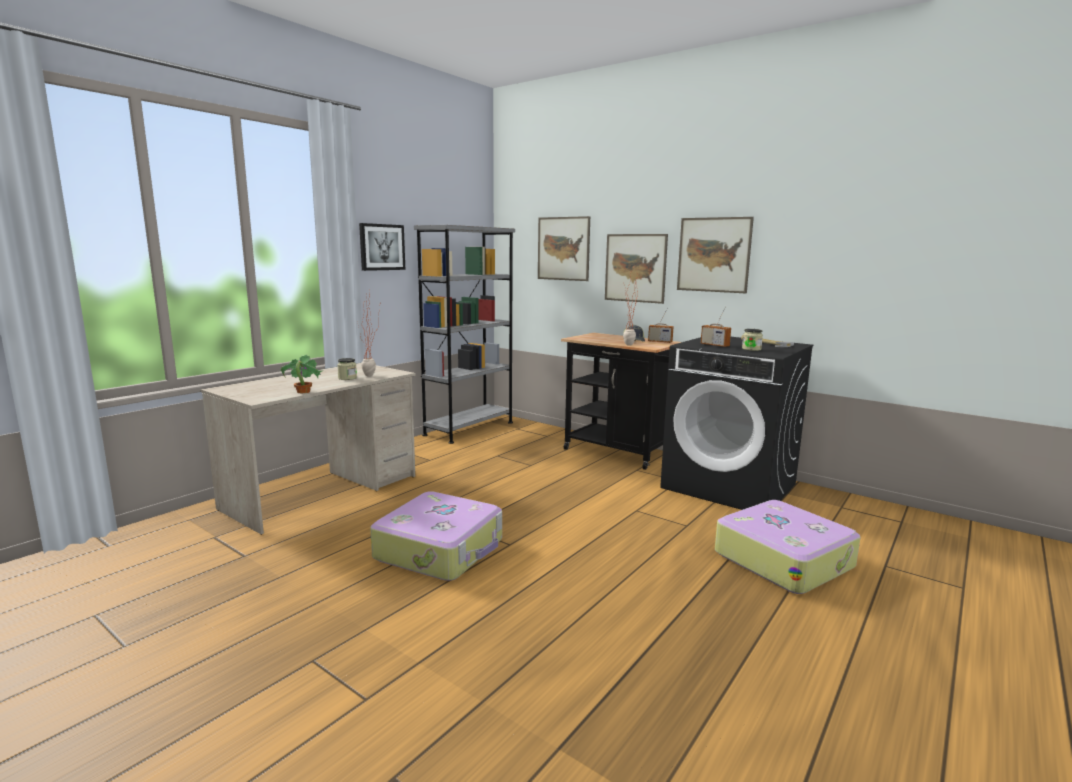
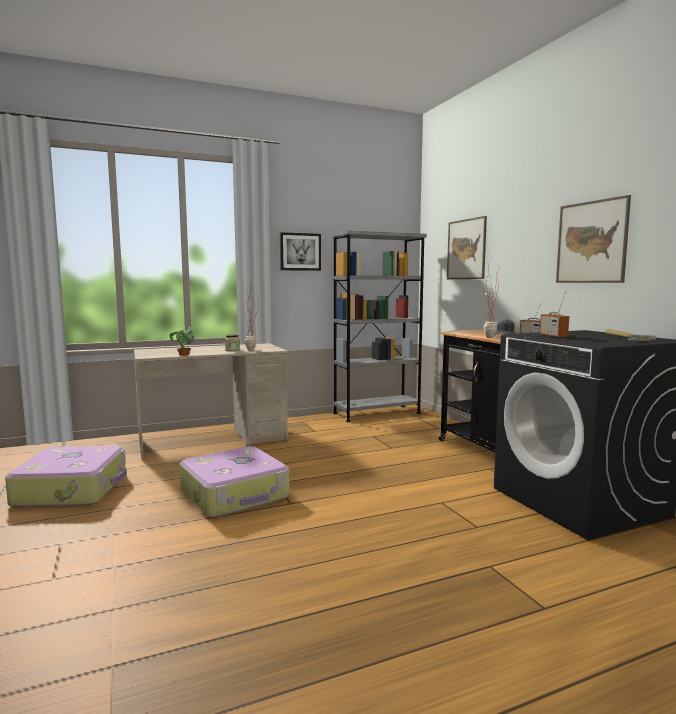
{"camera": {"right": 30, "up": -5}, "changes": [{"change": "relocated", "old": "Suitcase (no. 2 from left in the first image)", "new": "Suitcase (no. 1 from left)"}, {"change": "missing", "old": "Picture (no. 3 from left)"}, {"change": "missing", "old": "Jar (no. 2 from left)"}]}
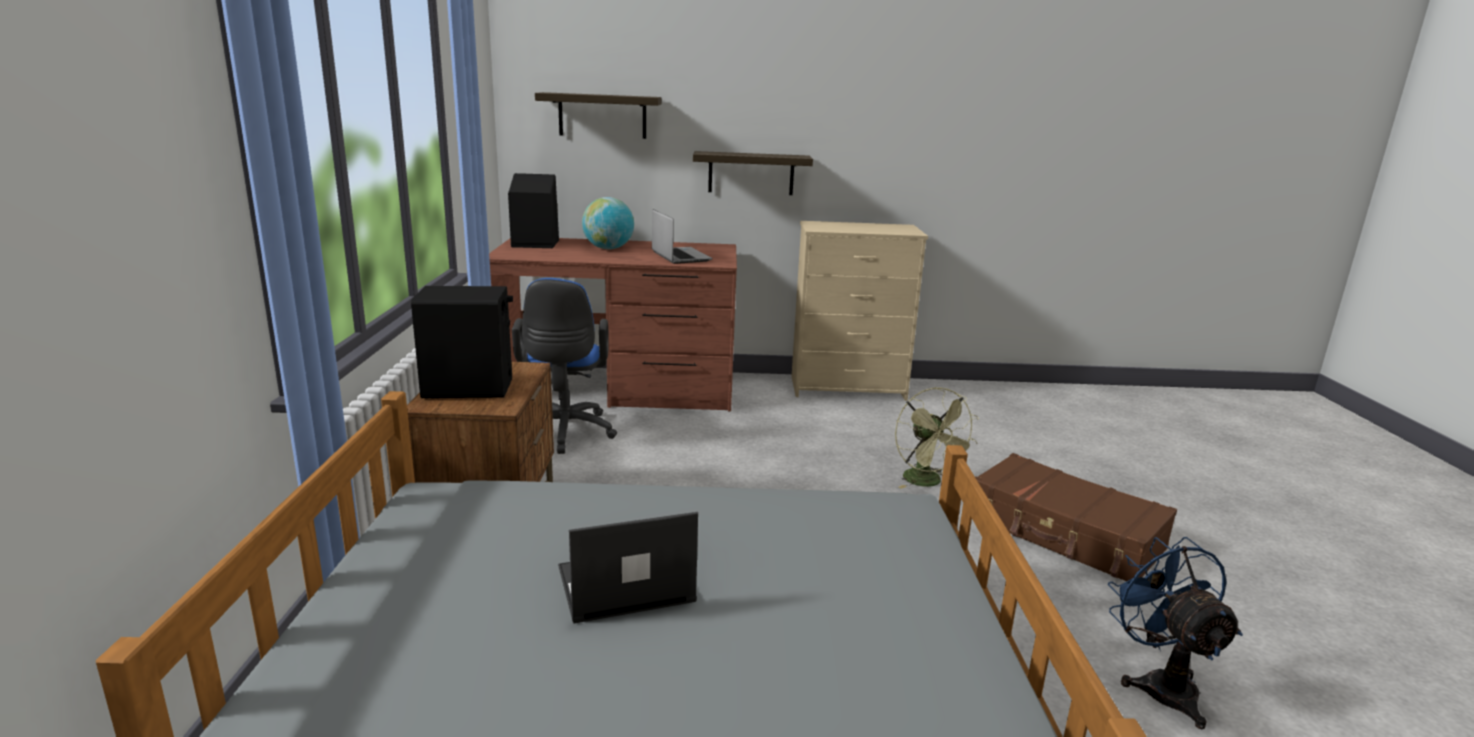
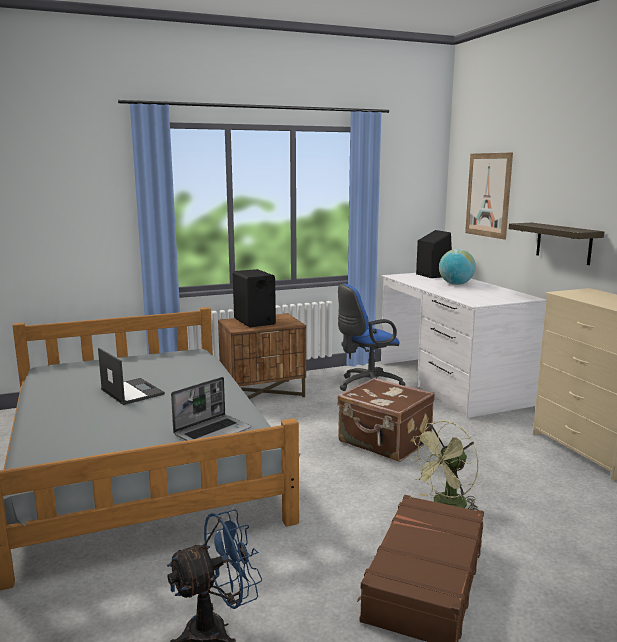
{"camera": {"right": 70, "up": -5}, "changes": [{"change": "relocated", "old": "Laptop (no. 2 from left)"}, {"change": "appeared", "new": "BrownSuitcase (no. 1 from left)"}, {"change": "colour", "old": "BrownDesk", "new": "WhiteDesk"}, {"change": "exchanged", "old": "Shelf (no. 1 from left)", "new": "Picture"}]}
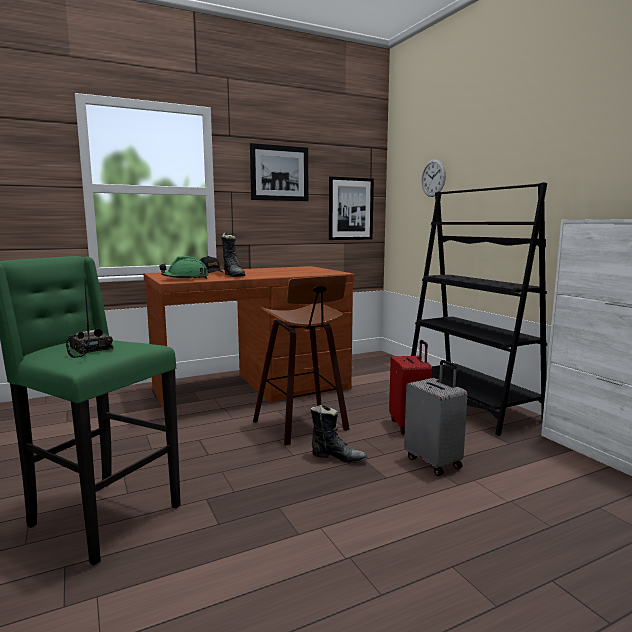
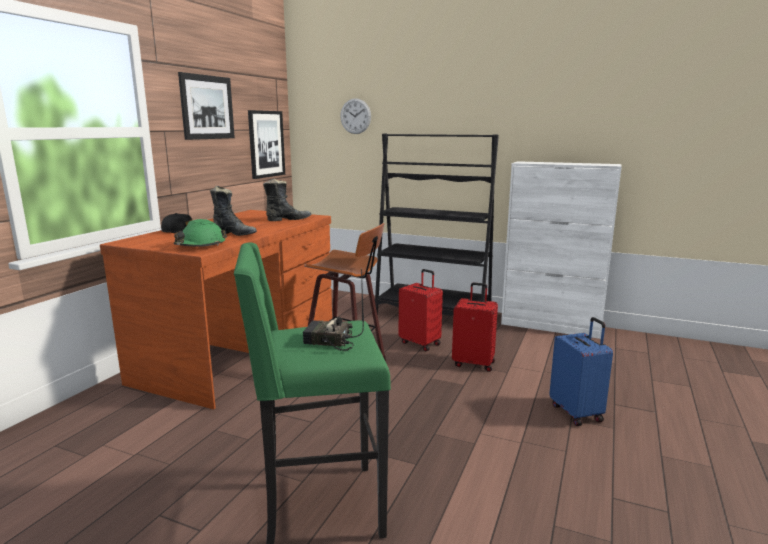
{"camera": {"right": -40, "up": 5}, "changes": [{"change": "relocated", "old": "BlackBoot (no. 2 from left)"}, {"change": "colour", "old": "GreySuitcase", "new": "RedSuitcase (no. 2 from left)"}, {"change": "appeared", "new": "BlueSuitcase"}]}
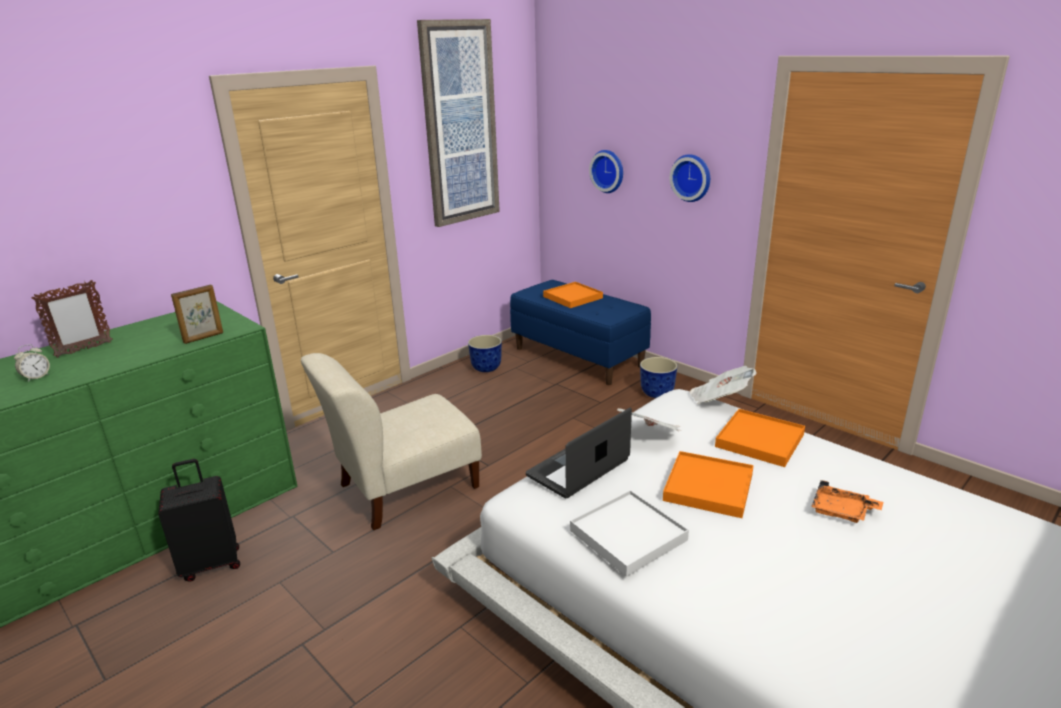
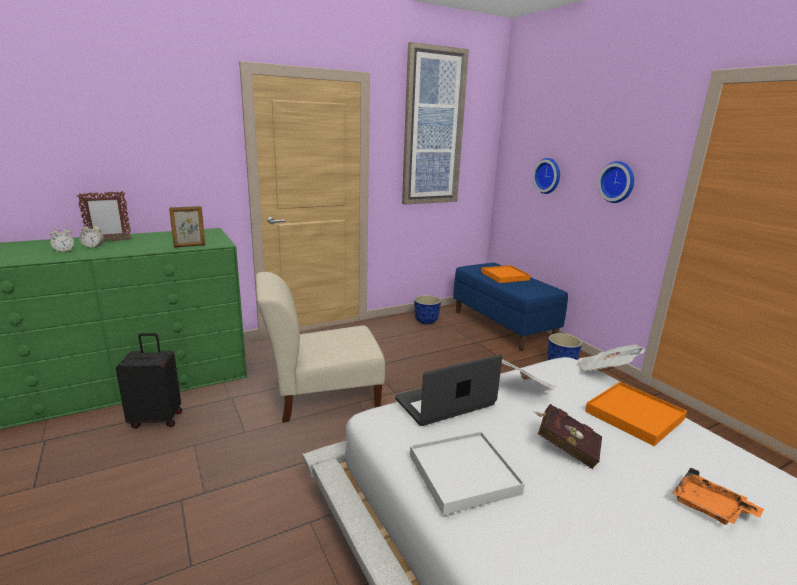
{"camera": {"right": 15, "up": -5}, "changes": [{"change": "appeared", "new": "AlarmClock (no. 2 from left)"}, {"change": "exchanged", "old": "OrangeTray (no. 2 from left)", "new": "RedBook"}]}
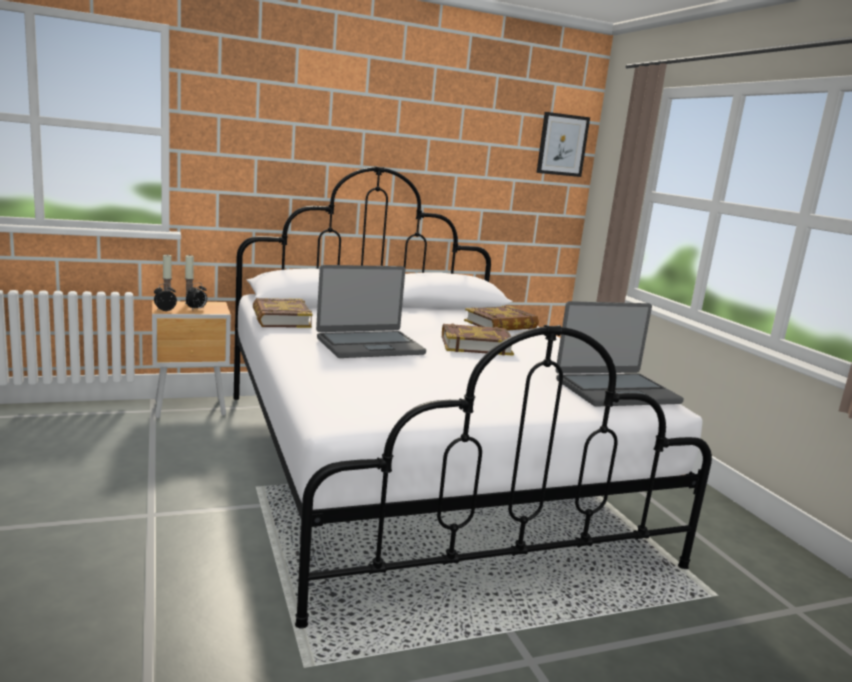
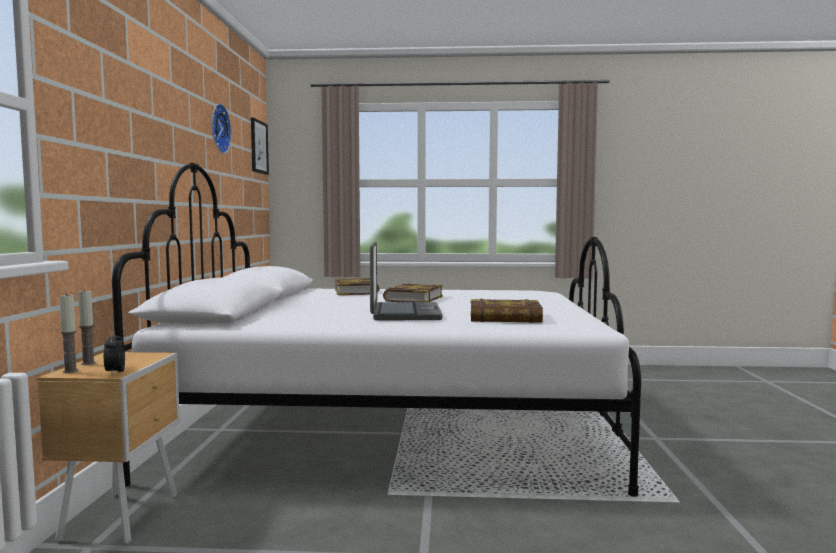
{"camera": {"right": -65, "up": -10}, "changes": [{"change": "appeared", "new": "WallClock"}, {"change": "relocated", "old": "Book (no. 1 from left in the first image)", "new": "Book (no. 3 from left)"}, {"change": "missing", "old": "AlarmClock (no. 2 from left)"}, {"change": "missing", "old": "Laptop (no. 2 from left)"}]}
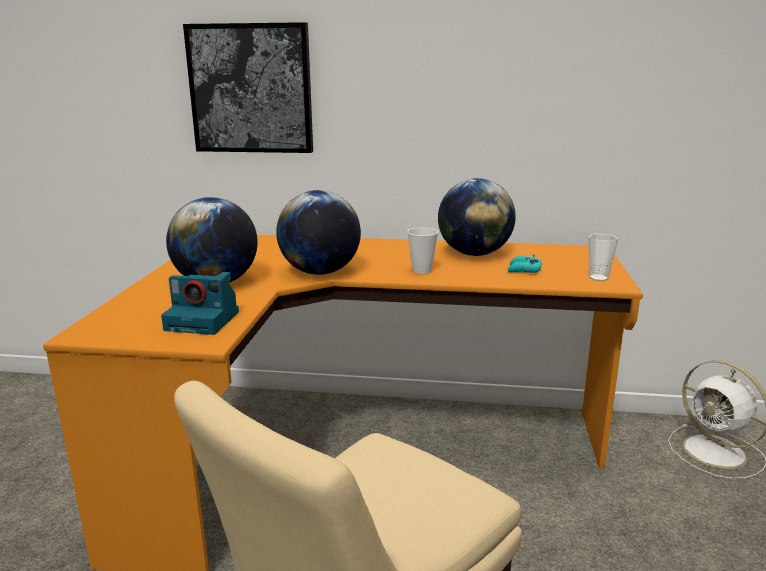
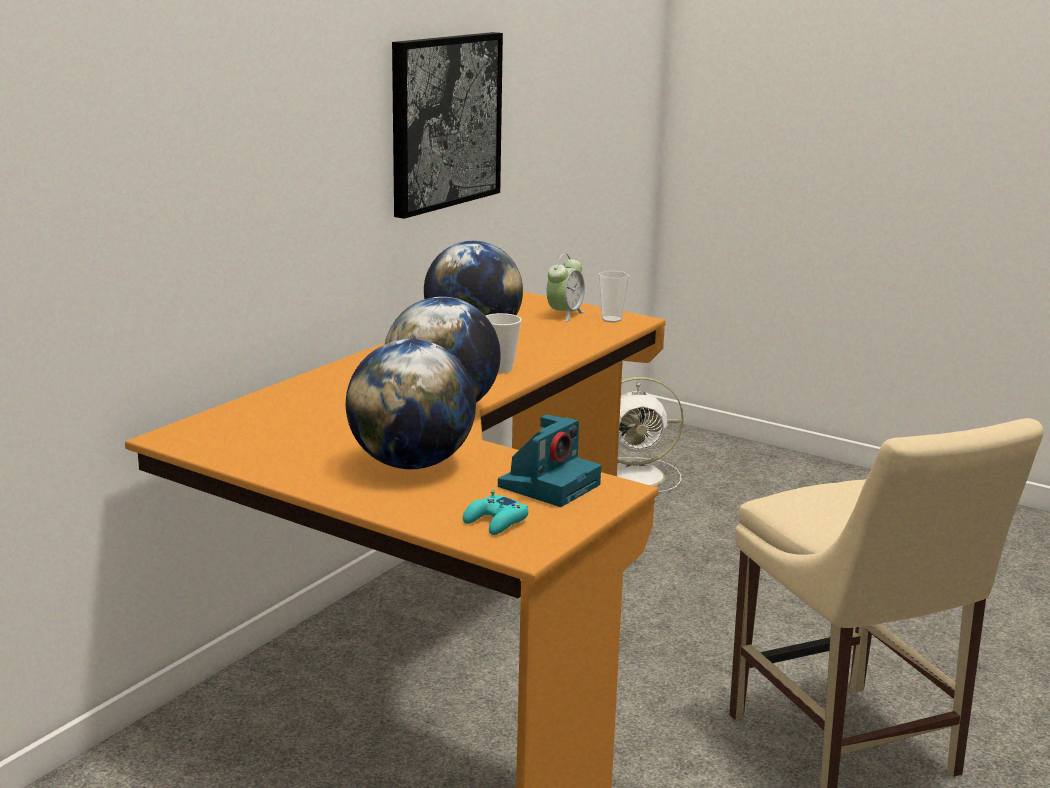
{"camera": {"right": -65, "up": 0}, "changes": [{"change": "relocated", "old": "Picture"}, {"change": "relocated", "old": "TurquoiseGameController"}, {"change": "appeared", "new": "AlarmClock"}]}
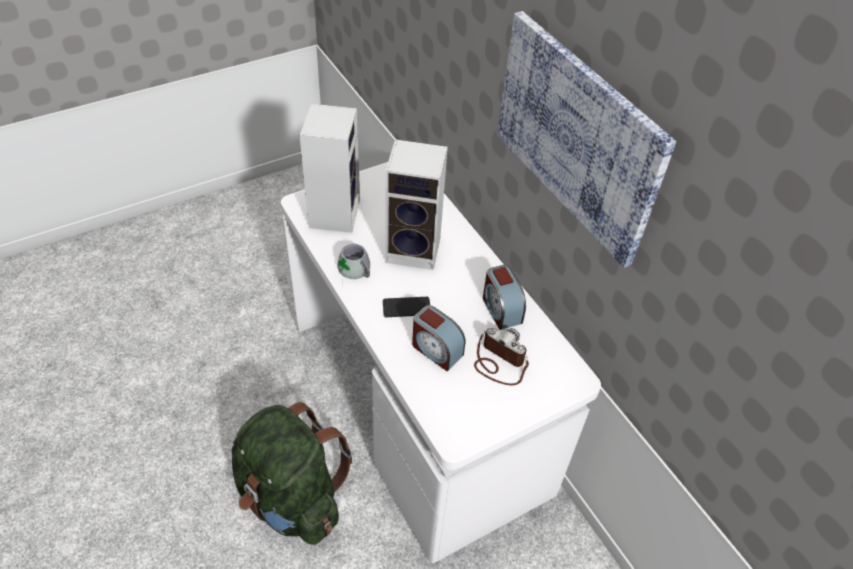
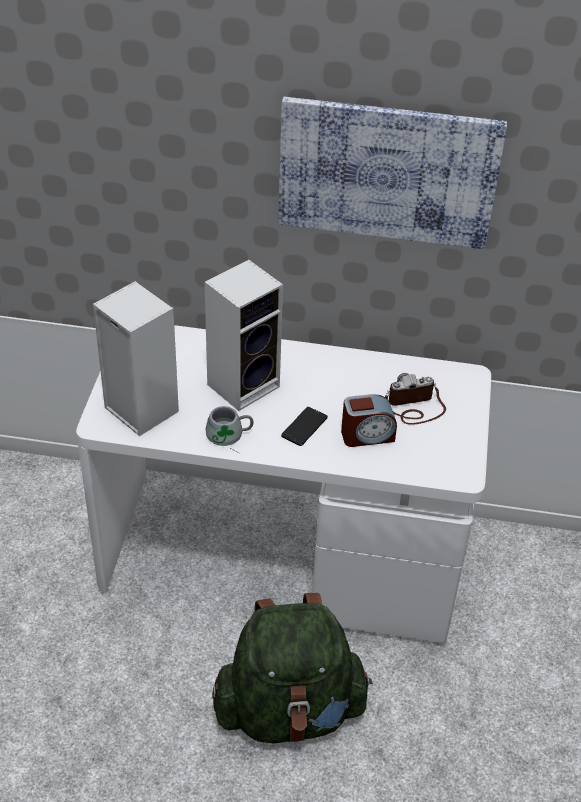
{"camera": {"right": -50, "up": -5}, "changes": [{"change": "missing", "old": "AlarmClock (no. 2 from left)"}]}
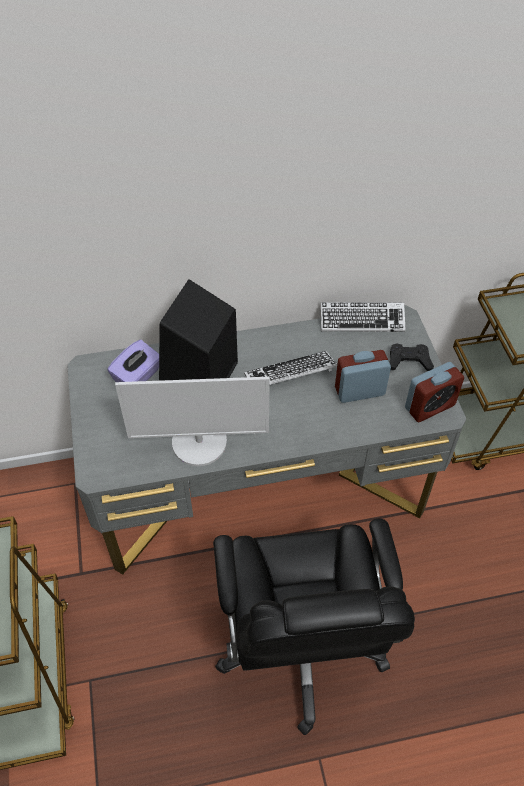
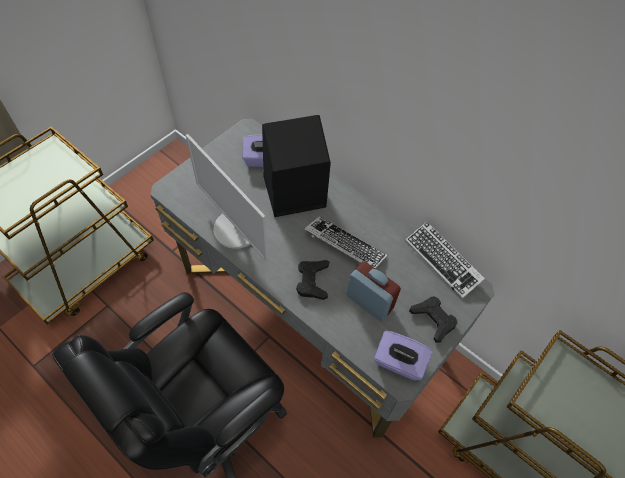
{"camera": {"right": 50, "up": 5}, "changes": [{"change": "appeared", "new": "BlackGameController (no. 1 from left)"}, {"change": "exchanged", "old": "AlarmClock (no. 2 from left)", "new": "PurpleTissueBox (no. 2 from left)"}]}
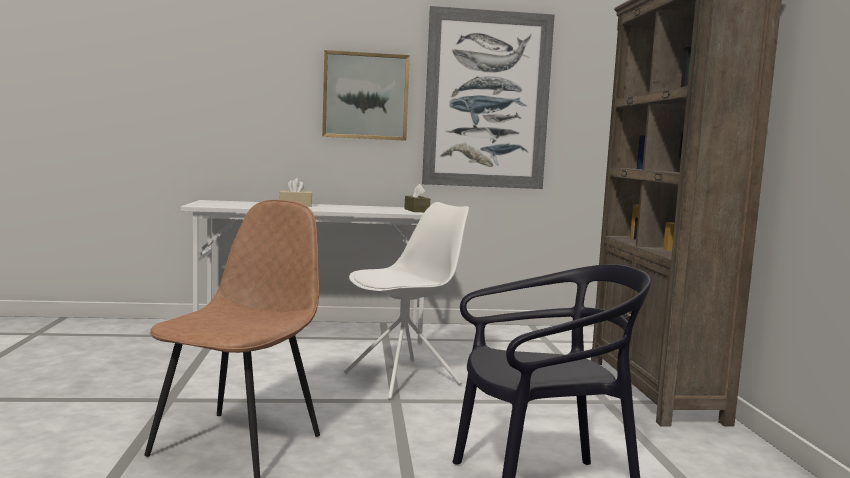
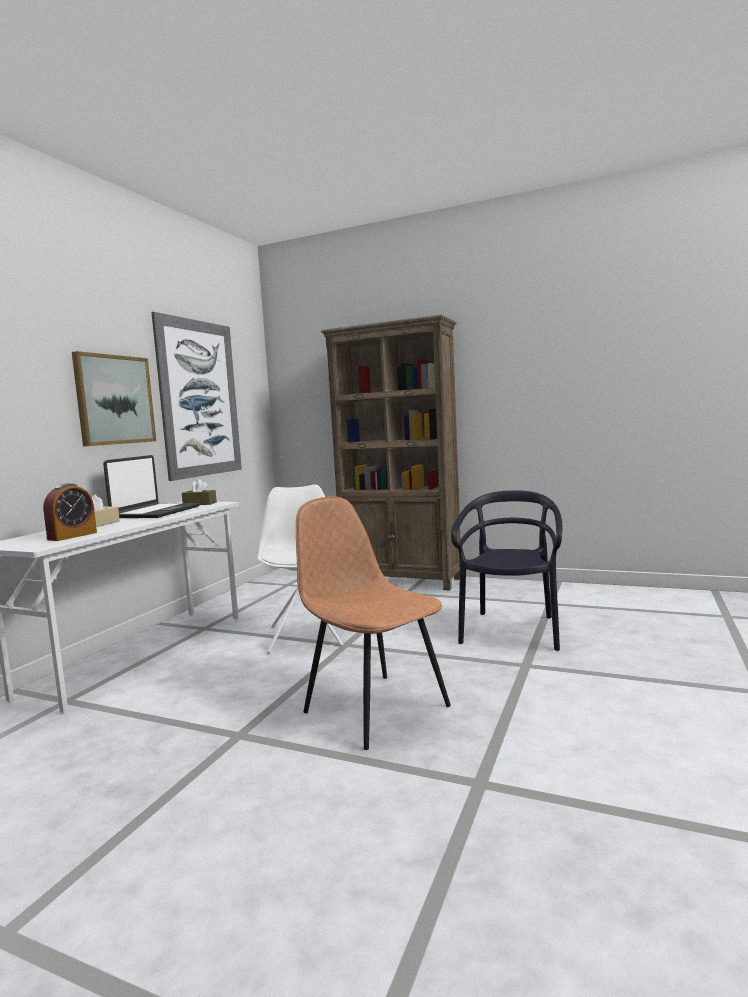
{"camera": {"right": -60, "up": 0}, "changes": [{"change": "appeared", "new": "AlarmClock"}, {"change": "appeared", "new": "Laptop"}]}
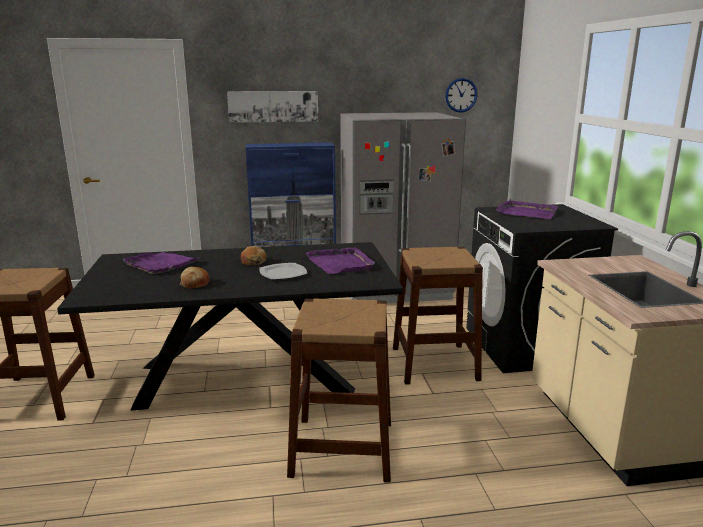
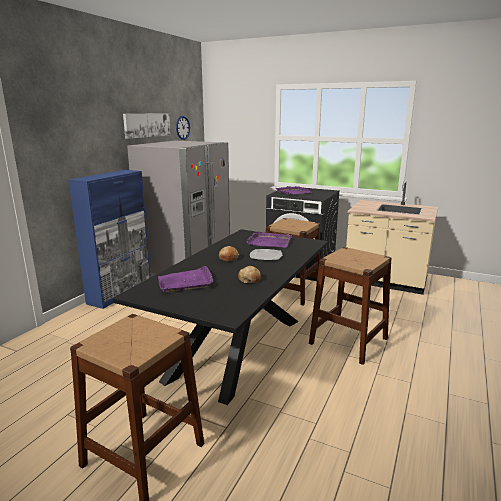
{"camera": {"right": -55, "up": 0}, "changes": [{"change": "relocated", "old": "Picture"}]}
